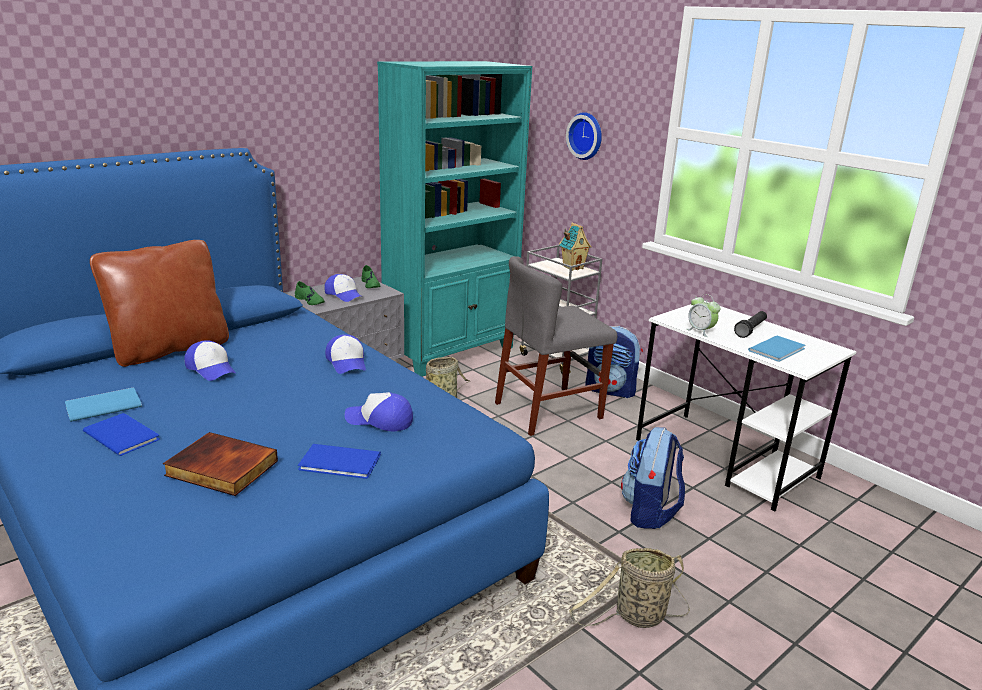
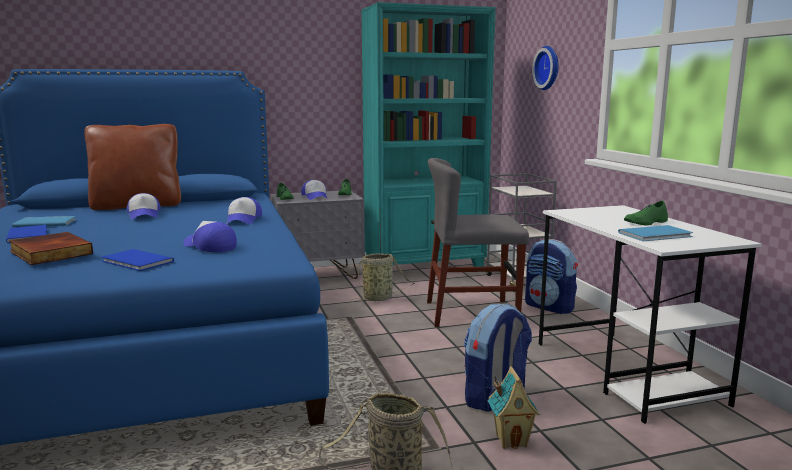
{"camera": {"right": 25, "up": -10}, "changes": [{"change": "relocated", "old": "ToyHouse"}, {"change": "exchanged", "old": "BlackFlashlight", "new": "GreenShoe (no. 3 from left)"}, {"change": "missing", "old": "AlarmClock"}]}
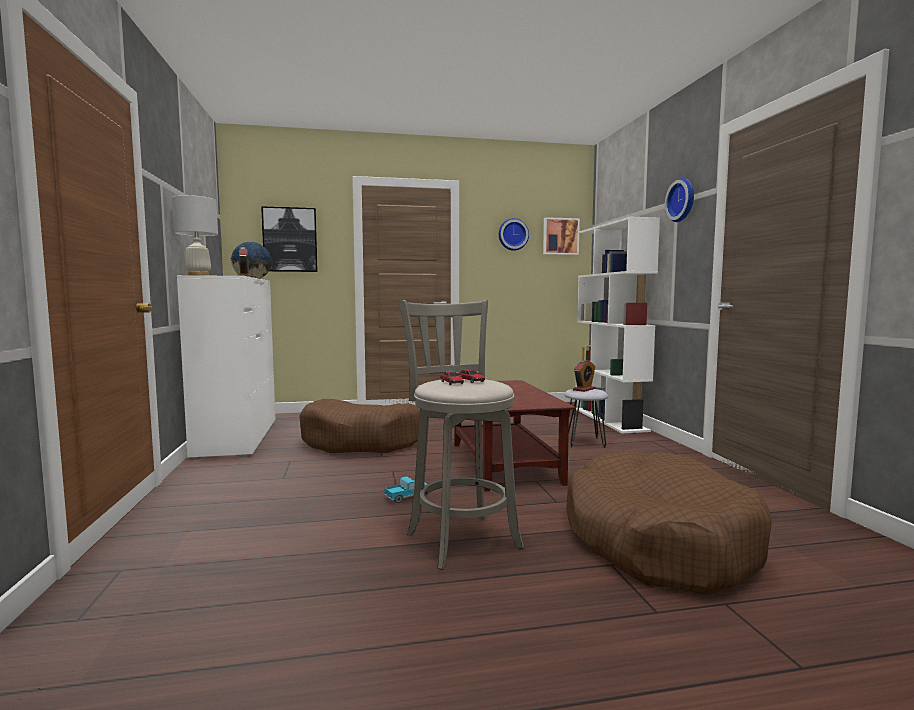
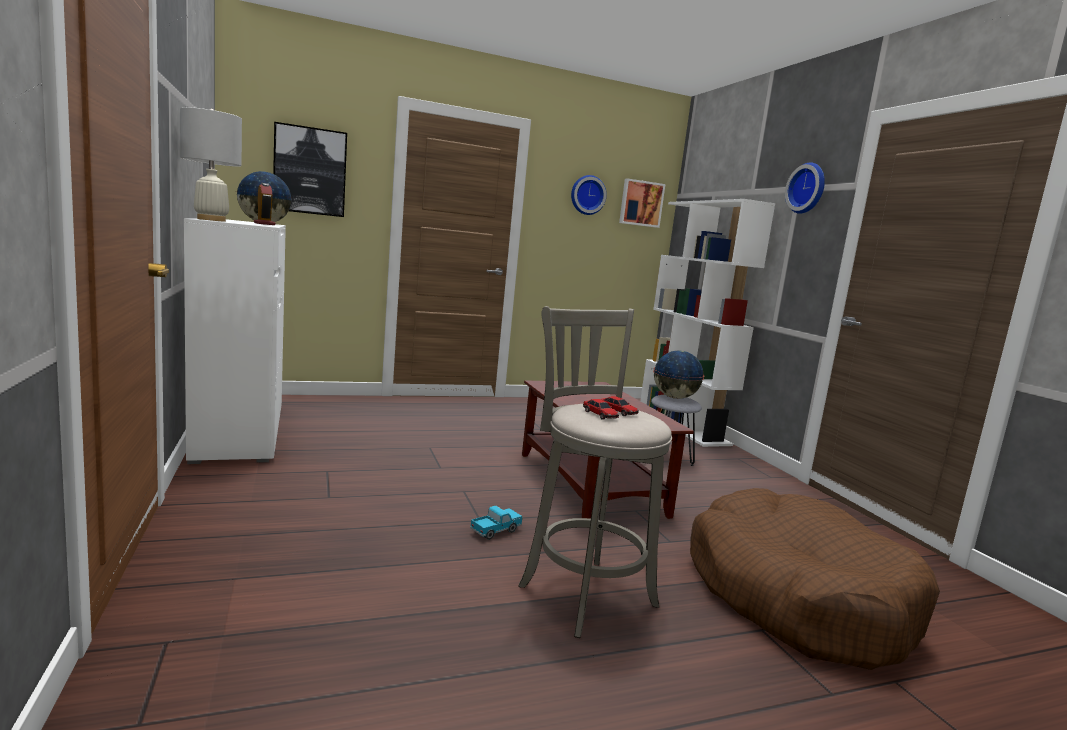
{"camera": {"right": -10, "up": 5}, "changes": [{"change": "exchanged", "old": "AlarmClock (no. 2 from left)", "new": "Globe (no. 2 from left)"}, {"change": "missing", "old": "BrownDogBed (no. 1 from left)"}]}
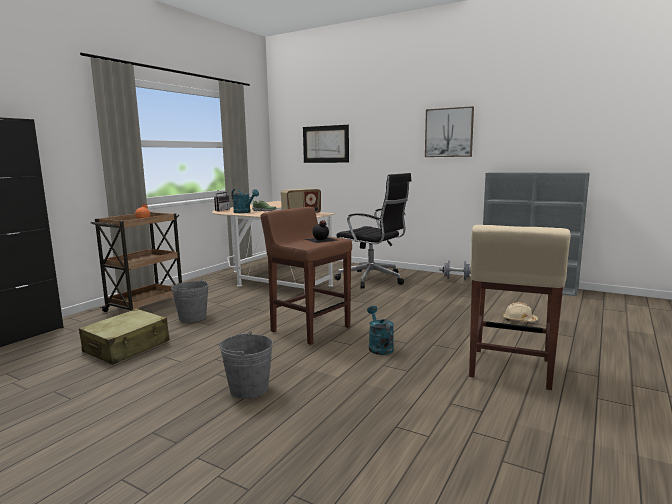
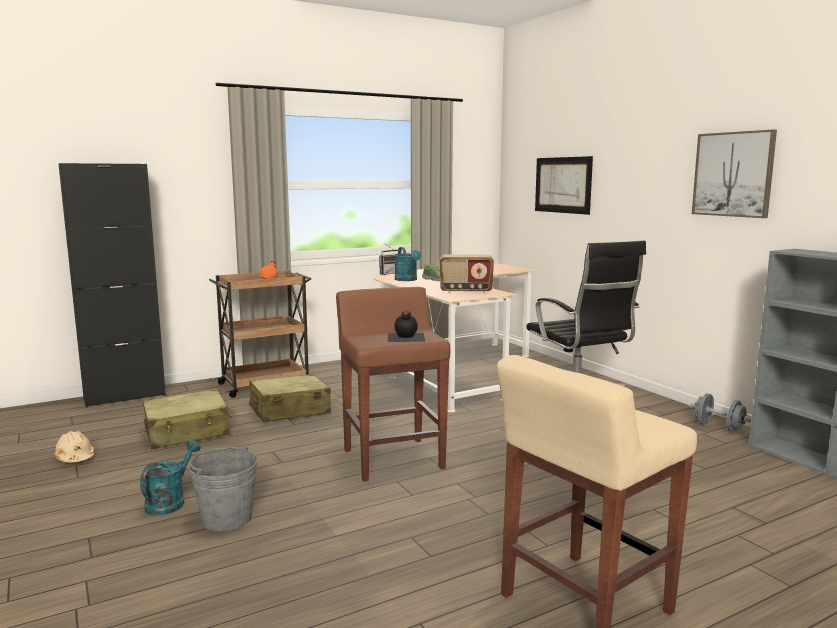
{"camera": {"right": 30, "up": 0}, "changes": [{"change": "relocated", "old": "BeigeHardHat"}, {"change": "relocated", "old": "TurquoiseWateringCan (no. 2 from left in the first image)", "new": "TurquoiseWateringCan (no. 1 from left)"}, {"change": "exchanged", "old": "GreyBucket (no. 1 from left)", "new": "BeigeSuitcase (no. 2 from left)"}]}
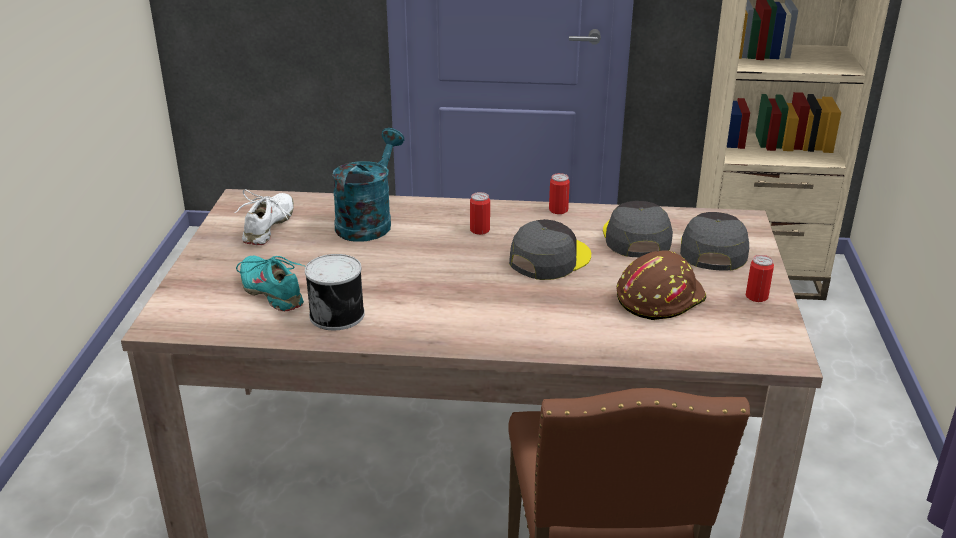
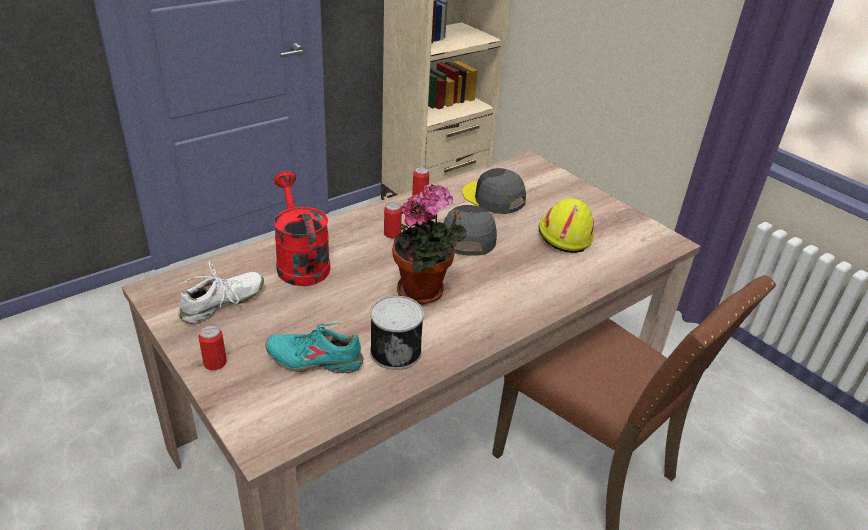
{"camera": {"right": -45, "up": 5}, "changes": [{"change": "spun", "old": "WhiteShoe", "degrees": 75}, {"change": "relocated", "old": "Can (no. 4 from left in the first image)", "new": "Can (no. 1 from left)"}, {"change": "colour", "old": "TurquoiseWateringCan", "new": "RedWateringCan"}, {"change": "appeared", "new": "PottedPlant"}, {"change": "colour", "old": "BrownHardHat", "new": "YellowHardHat"}, {"change": "missing", "old": "GreyCap (no. 3 from left)"}]}
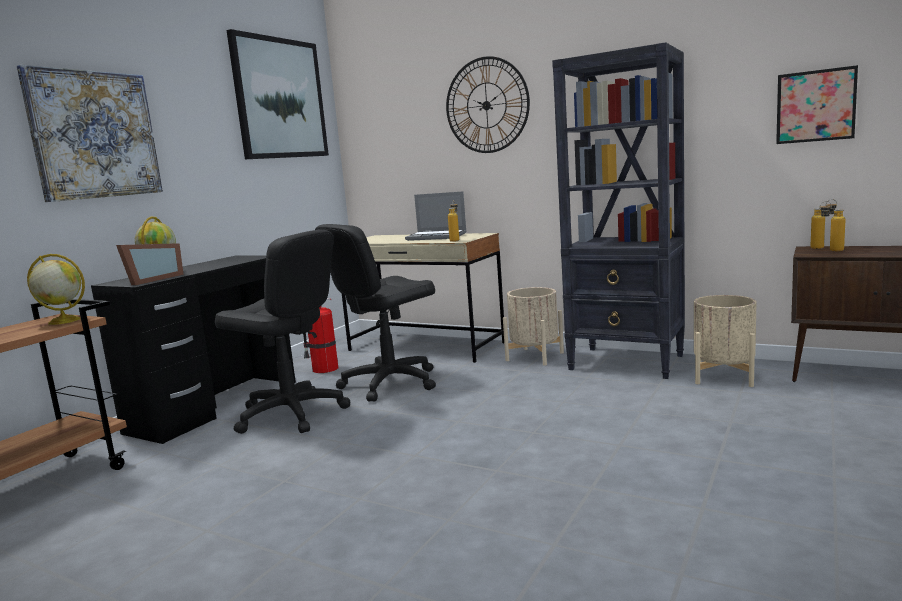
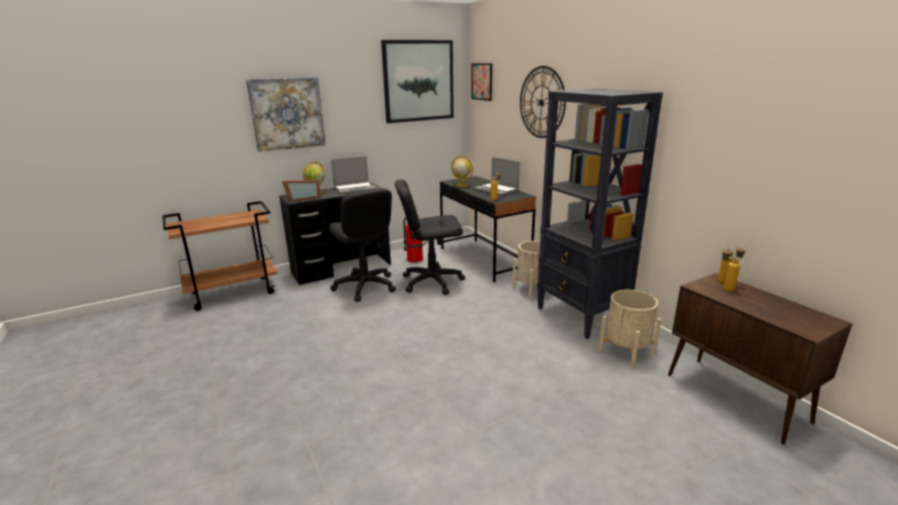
{"camera": {"right": 30, "up": 10}, "changes": [{"change": "appeared", "new": "Laptop (no. 1 from left)"}, {"change": "colour", "old": "BeigeDesk", "new": "BlackDesk (no. 2 from left)"}, {"change": "relocated", "old": "Globe (no. 1 from left in the first image)", "new": "Globe (no. 2 from left)"}, {"change": "relocated", "old": "Picture (no. 3 from left)"}]}
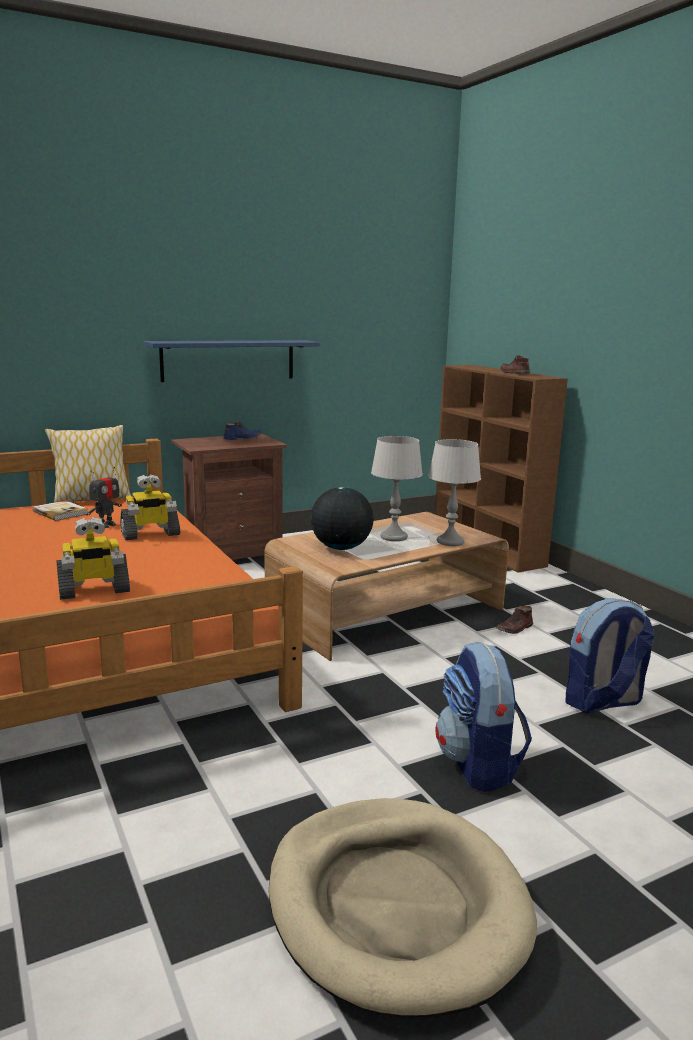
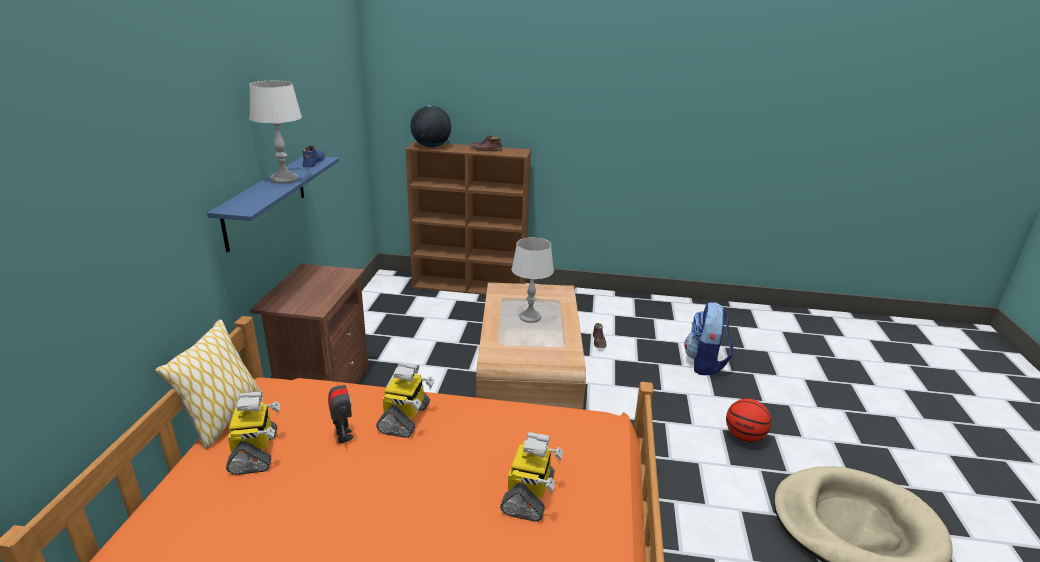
{"camera": {"right": -55, "up": 10}, "changes": [{"change": "exchanged", "old": "Book", "new": "ToyRobot (no. 1 from left)"}, {"change": "relocated", "old": "GreyTableLamp (no. 2 from left in the first image)", "new": "GreyTableLamp (no. 1 from left)"}, {"change": "relocated", "old": "BlueShoe"}, {"change": "relocated", "old": "Globe"}, {"change": "exchanged", "old": "Backpack (no. 1 from left)", "new": "Basketball"}]}
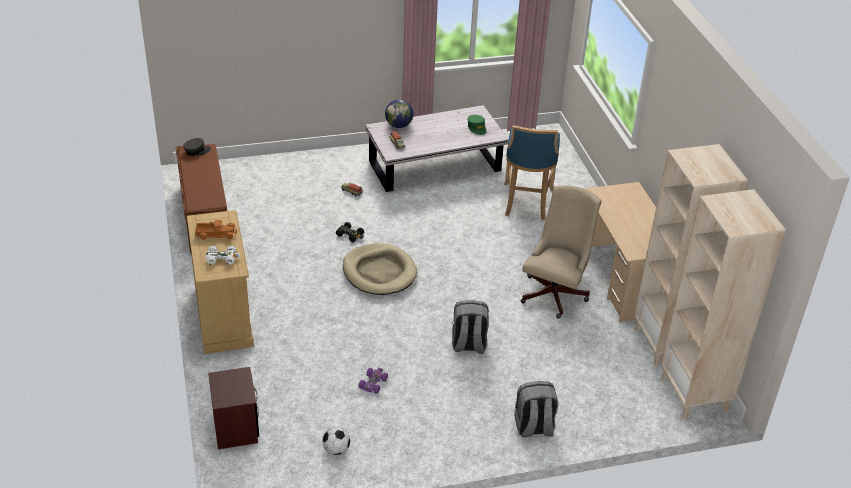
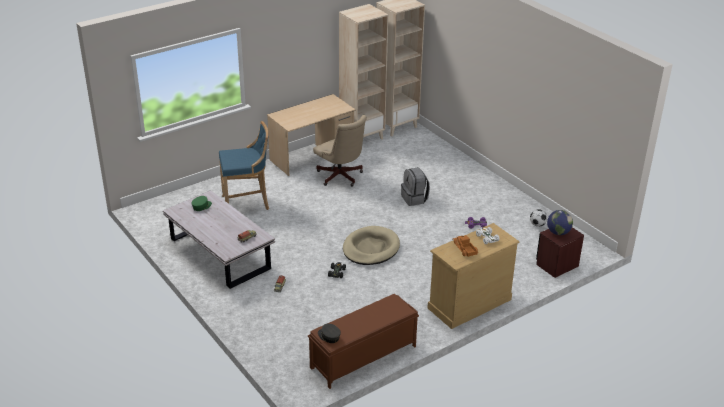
{"camera": {"right": -110, "up": -5}, "changes": [{"change": "spun", "old": "BeigeOfficeChair", "degrees": -135}, {"change": "relocated", "old": "Globe"}, {"change": "missing", "old": "GreyBackpack (no. 2 from left)"}]}
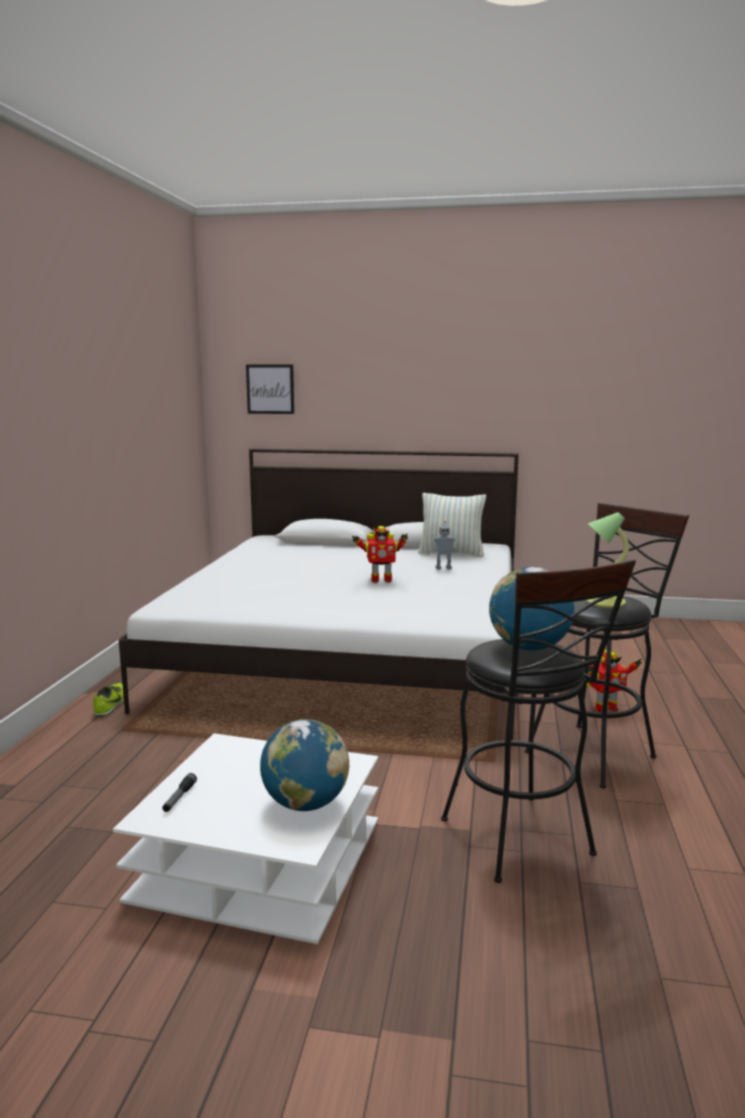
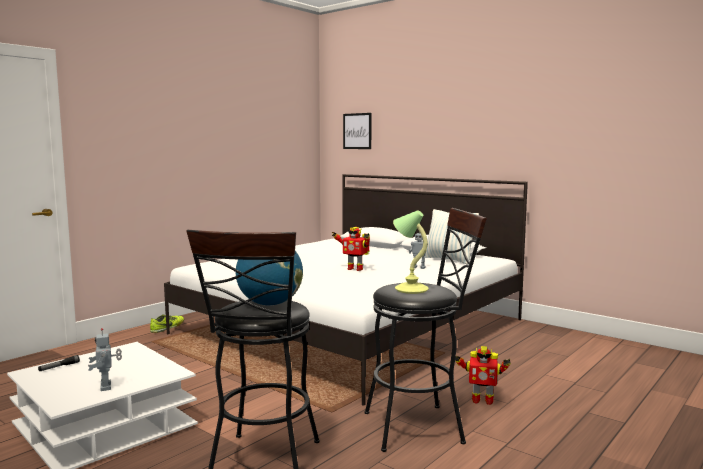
{"camera": {"right": 30, "up": -5}, "changes": [{"change": "exchanged", "old": "Globe (no. 1 from left)", "new": "ToyRobot (no. 1 from left)"}]}
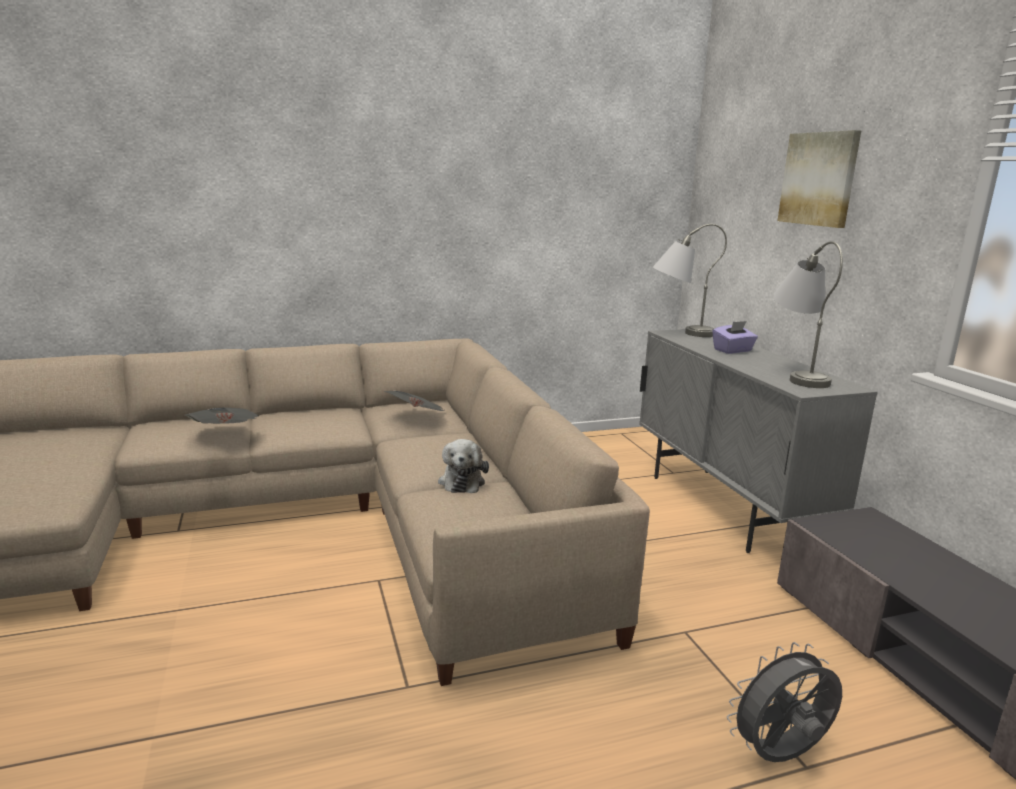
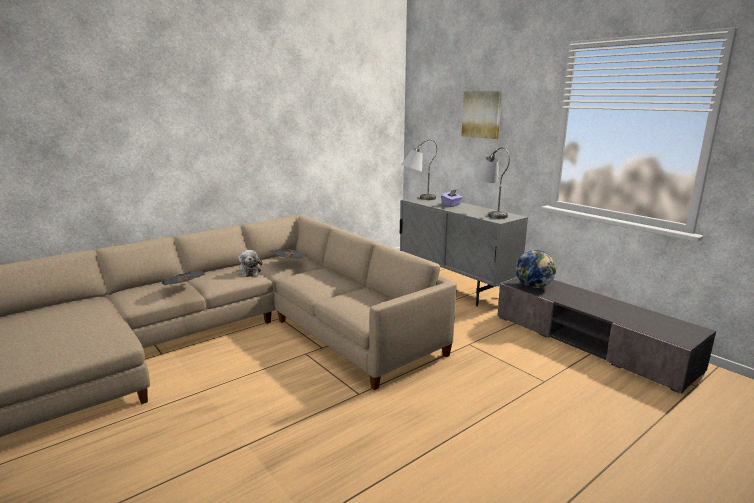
{"camera": {"right": -20, "up": 0}, "changes": [{"change": "relocated", "old": "PlushToy"}, {"change": "appeared", "new": "Globe"}, {"change": "missing", "old": "GreyFan"}]}
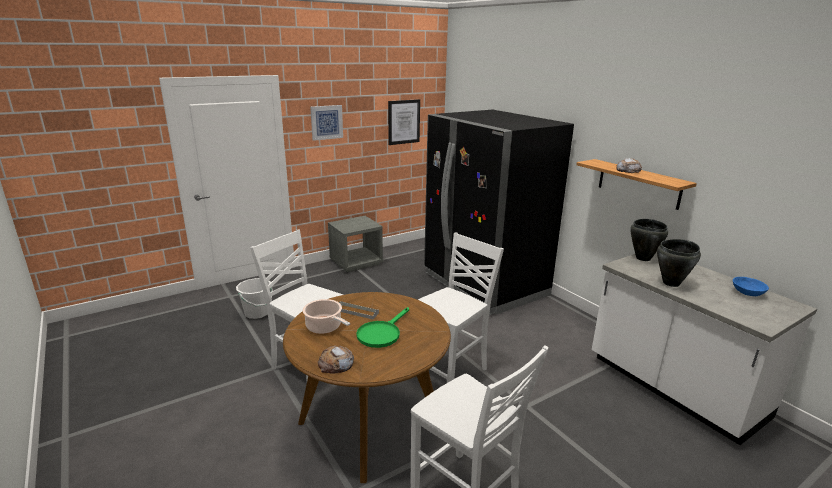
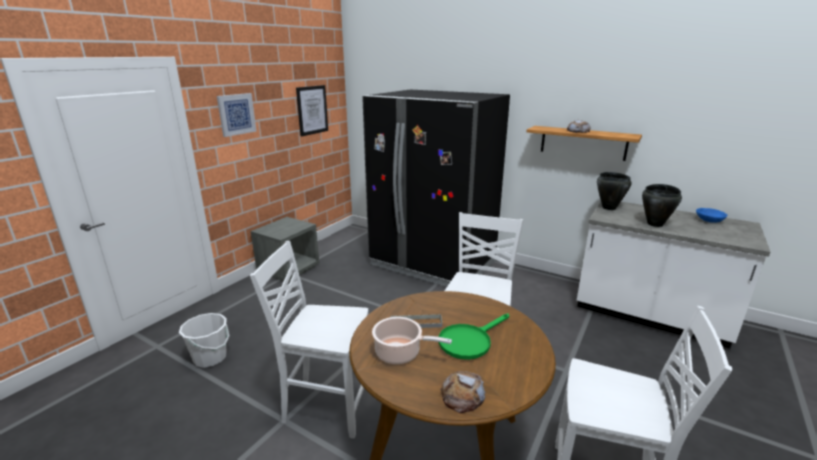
{"camera": {"right": -25, "up": 0}, "changes": [{"change": "spun", "old": "GreenFryingPan", "degrees": 45}]}
